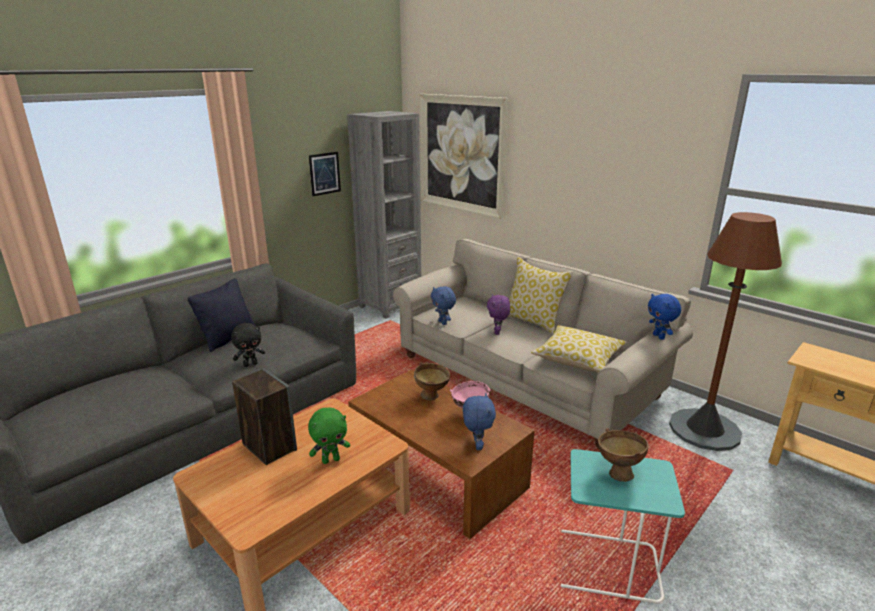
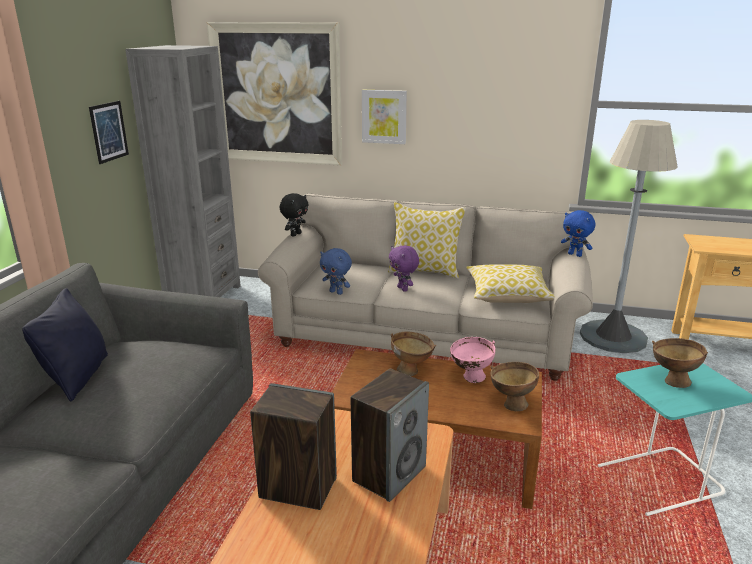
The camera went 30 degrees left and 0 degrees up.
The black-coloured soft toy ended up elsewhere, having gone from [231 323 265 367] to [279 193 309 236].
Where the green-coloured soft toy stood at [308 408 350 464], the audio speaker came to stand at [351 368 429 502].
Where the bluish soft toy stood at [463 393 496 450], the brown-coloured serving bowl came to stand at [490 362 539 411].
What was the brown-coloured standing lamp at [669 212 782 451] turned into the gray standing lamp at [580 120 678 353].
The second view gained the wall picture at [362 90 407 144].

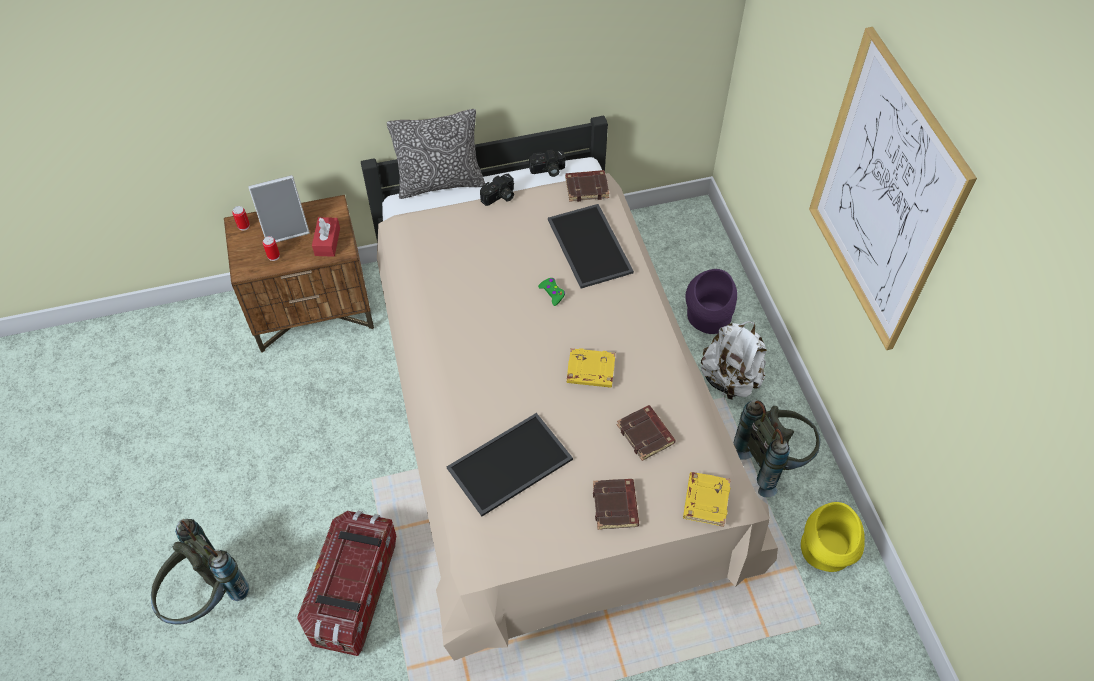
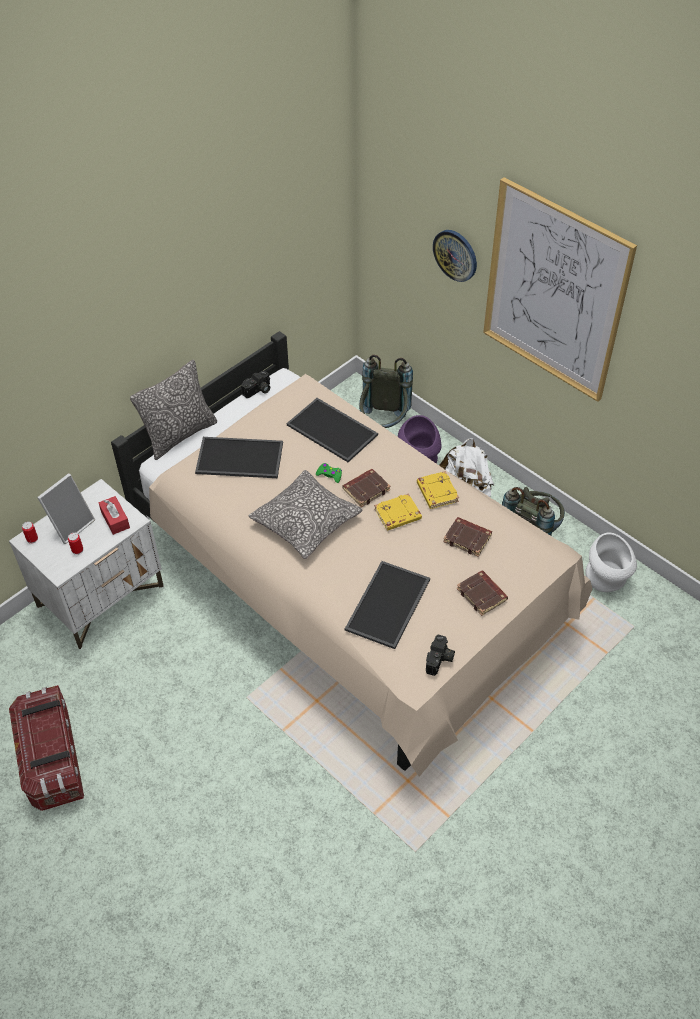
The camera went 30 degrees left and 5 degrees down.
The gray rucksack ended up elsewhere, having gone from [151 519 249 624] to [359 355 413 428].
What was the brown-coloured night table at [224 195 374 353] turned into the whitish night table at [9 479 164 649].
The storage box ended up elsewhere, having gone from [297 511 396 656] to [9 685 84 811].
The still camera ended up elsewhere, having gone from [480 174 514 206] to [426 635 455 676].
The brown-coloured book ended up elsewhere, having gone from [565 170 610 202] to [342 469 391 507].
The yellow-coloured book ended up elsewhere, having gone from [683 472 731 527] to [417 471 459 509].
What was the yellow-coloured decorative vase at [801 502 865 572] turned into the whitish decorative vase at [585 533 637 592].
The second view gained the serving tray at [195 437 283 478].
The second view gained the pillow at [248 470 363 559].
The second view gained the hanging clock at [433 230 477 282].

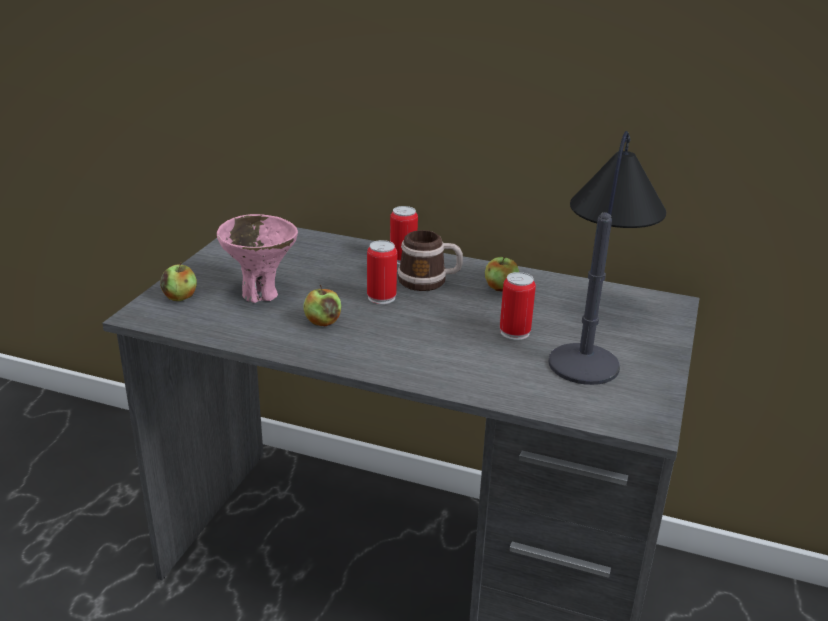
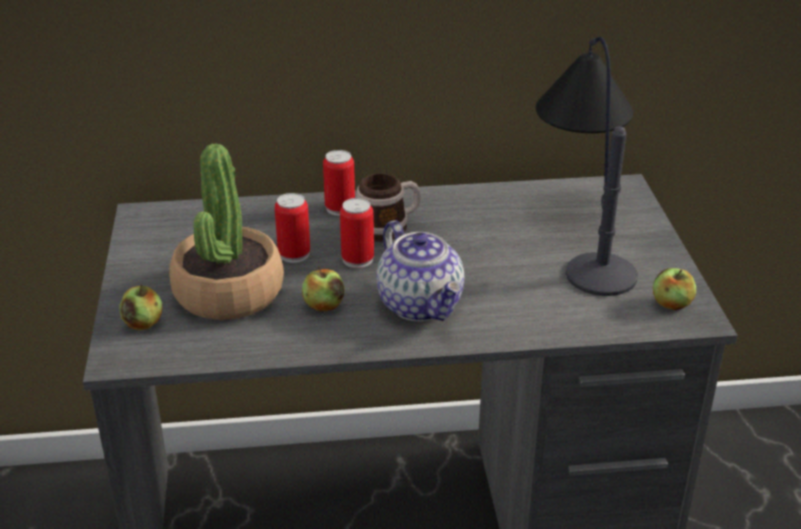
The camera went 25 degrees left and 5 degrees up.
Where the pinkish serving bowl stood at [217 214 298 303], the potted plant came to stand at [169 143 284 320].
The apple fruit ended up elsewhere, having gone from [485 256 519 291] to [653 268 696 310].
The sealed can ended up elsewhere, having gone from [500 272 536 340] to [275 193 310 263].
The second view gained the pot for tea at [377 220 464 322].

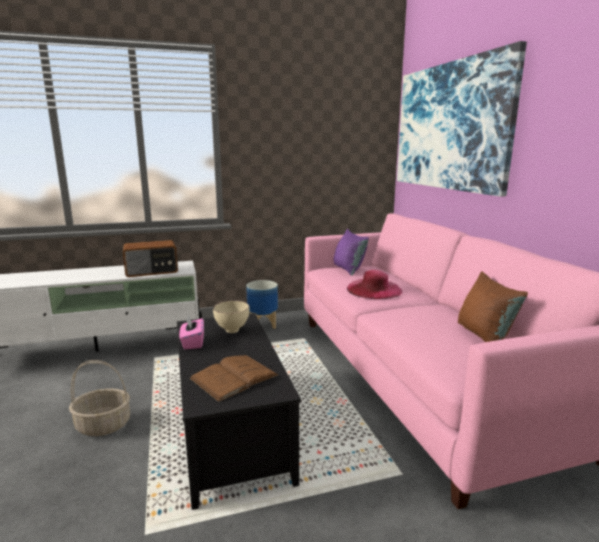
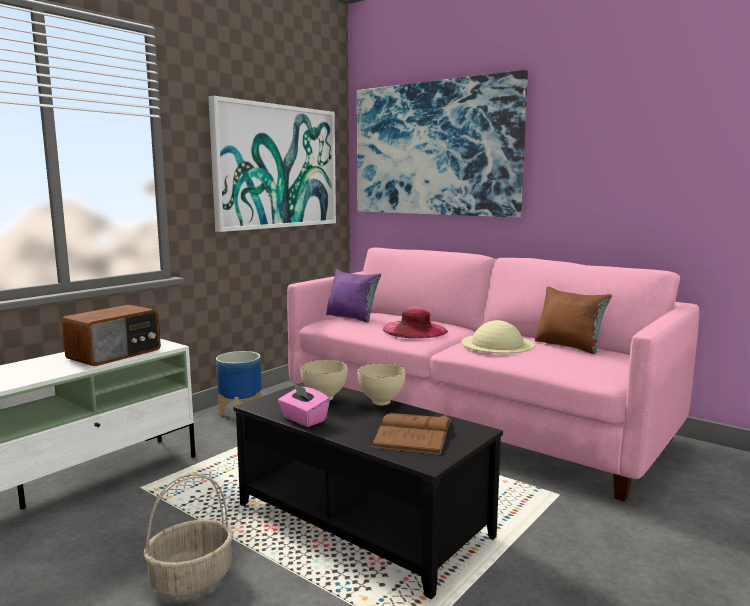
The camera went 35 degrees left and 5 degrees down.
The second view gained the wall picture at [208 96 336 232].
The second view gained the beige-coloured serving bowl at [358 363 406 406].
The second view gained the beige-coloured hat at [461 320 534 354].

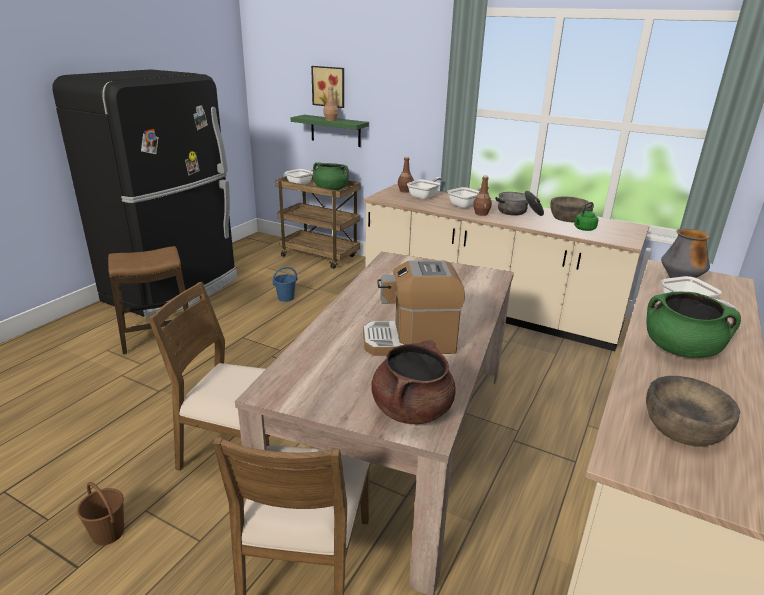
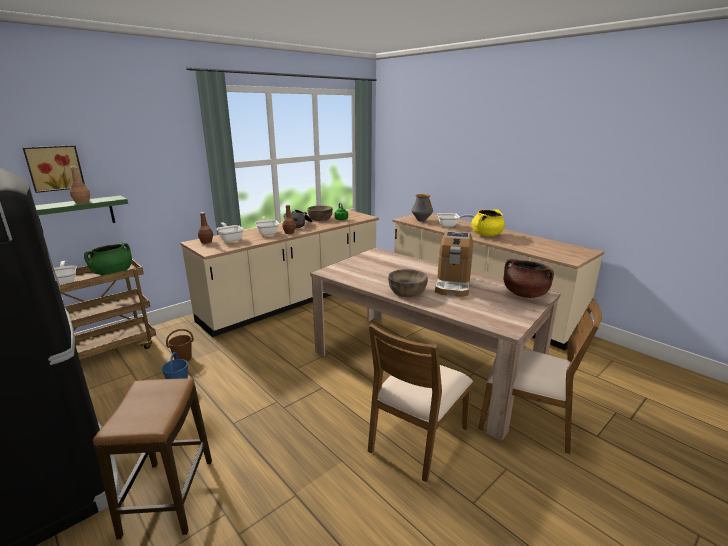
The camera went 70 degrees left and 5 degrees down.
The brown-coloured bucket ended up elsewhere, having gone from [77 482 124 545] to [166 329 194 361].
The brown-coloured serving bowl ended up elsewhere, having gone from [646 376 740 446] to [388 269 428 297].
What was the green-coloured cooking pot at [647 292 741 358] turned into the yellow-coloured cooking pot at [472 209 505 236].

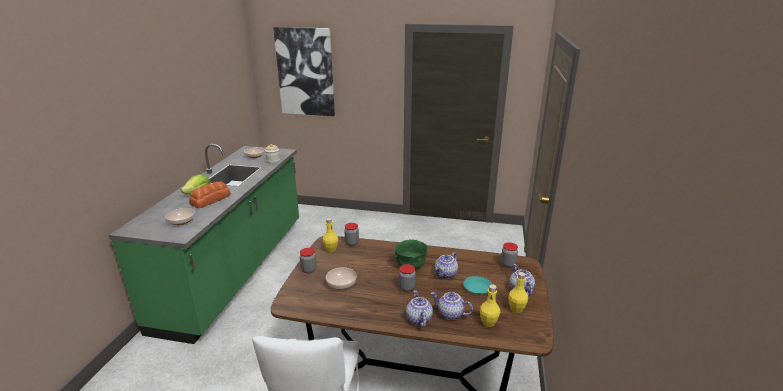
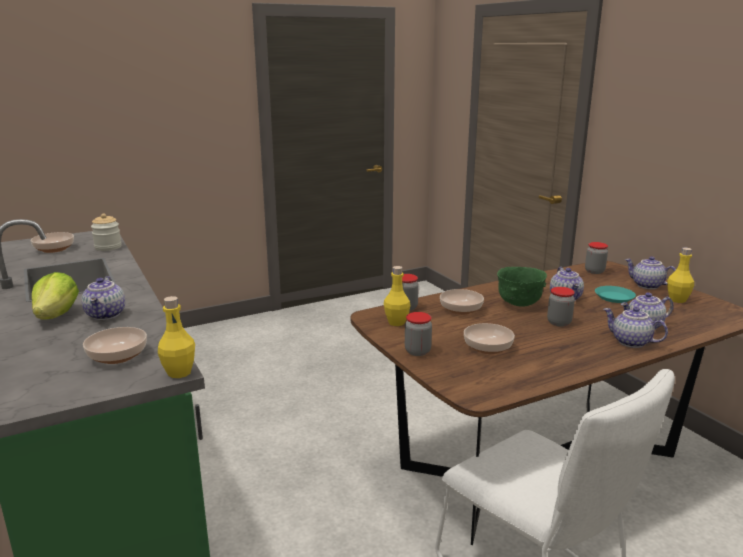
The camera went 40 degrees left and 5 degrees down.
Where the baked bread stood at [189 181 231 208], the pot for tea came to stand at [81 276 125 320].
The second view lost the wall picture at [273 27 335 116].
The yellow-coloured beverage bottle ended up elsewhere, having gone from [480 284 500 327] to [158 296 195 378].
The second view gained the serving bowl at [440 289 484 315].

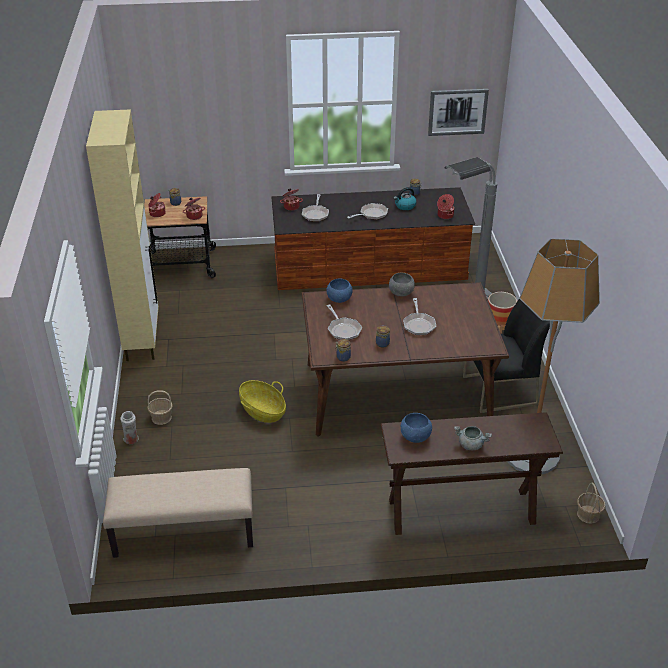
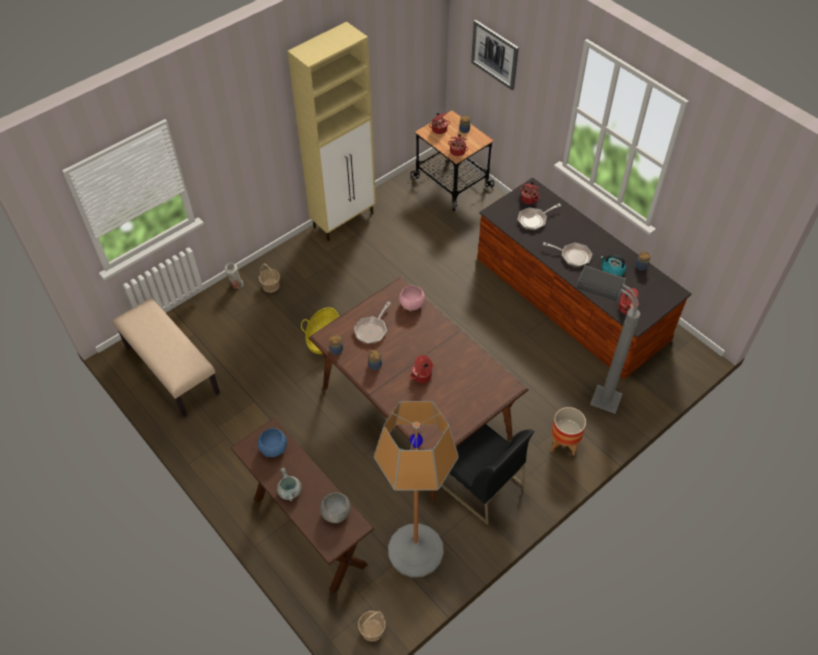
The camera went 55 degrees right and 15 degrees up.
What was the bluish serving bowl at [326 278 353 303] turned into the pinkish serving bowl at [399 286 425 311].
The gray serving bowl ended up elsewhere, having gone from [389 272 415 296] to [320 493 351 523].
Where the skillet stood at [403 298 436 335], the cooking pot came to stand at [410 355 435 383].
The wall picture ended up elsewhere, having gone from [428 89 489 136] to [471 20 519 90].

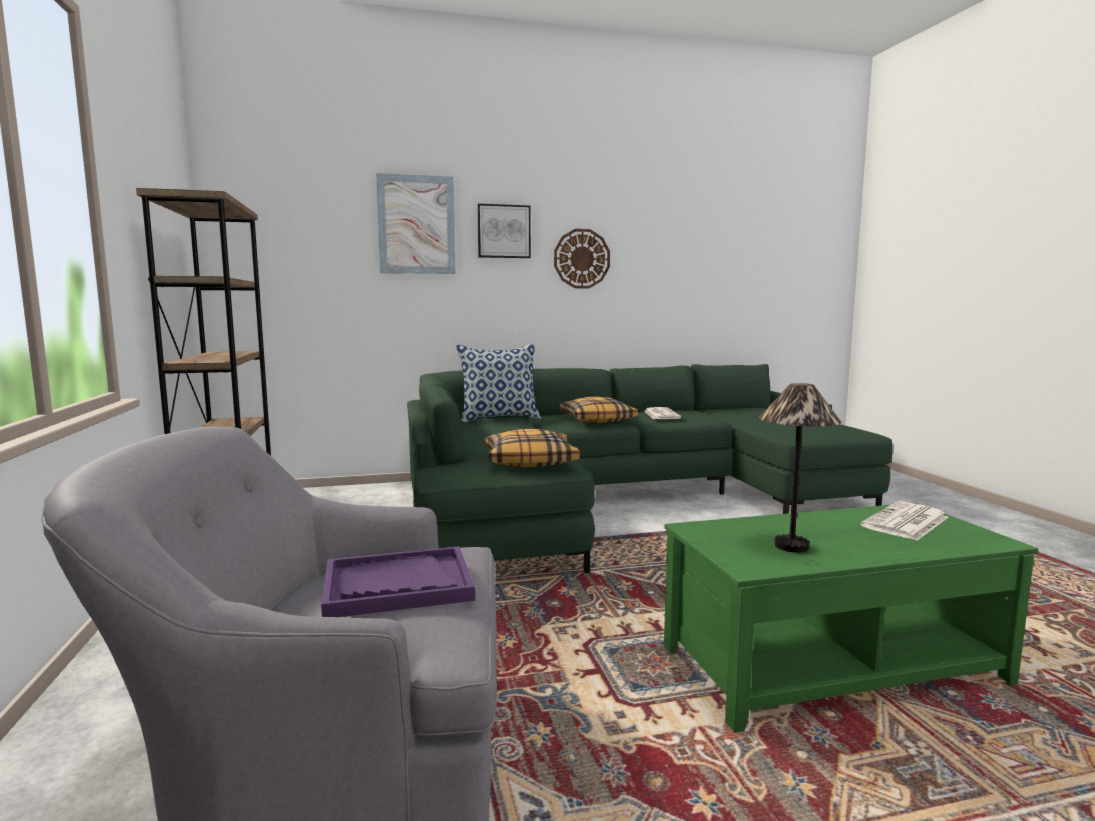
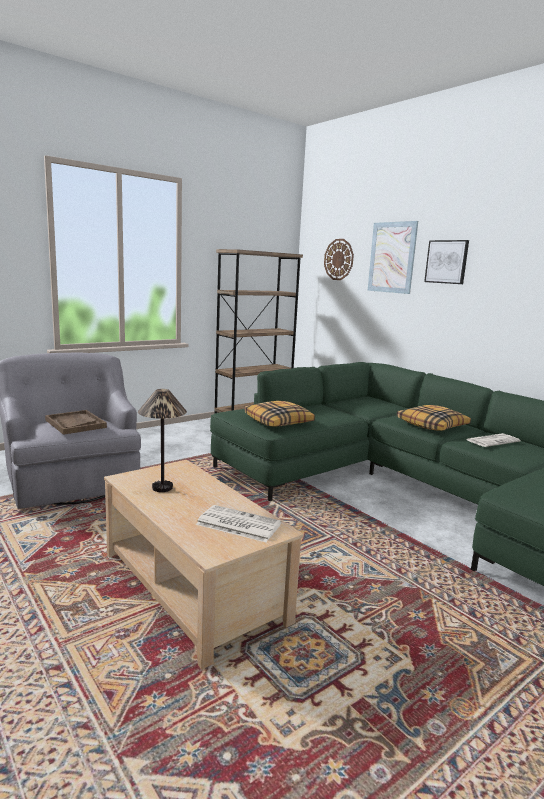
The camera went 65 degrees right and 5 degrees up.
What was the purplish serving tray at [321 546 475 617] turned into the brown-coloured serving tray at [45 410 107 435].
The second view lost the pillow at [456 343 541 423].
The hanging clock ended up elsewhere, having gone from [554 229 610 288] to [324 239 354 280].
What was the green-coloured lounge table at [664 503 1038 733] turned into the beige-coloured lounge table at [104 460 304 669].

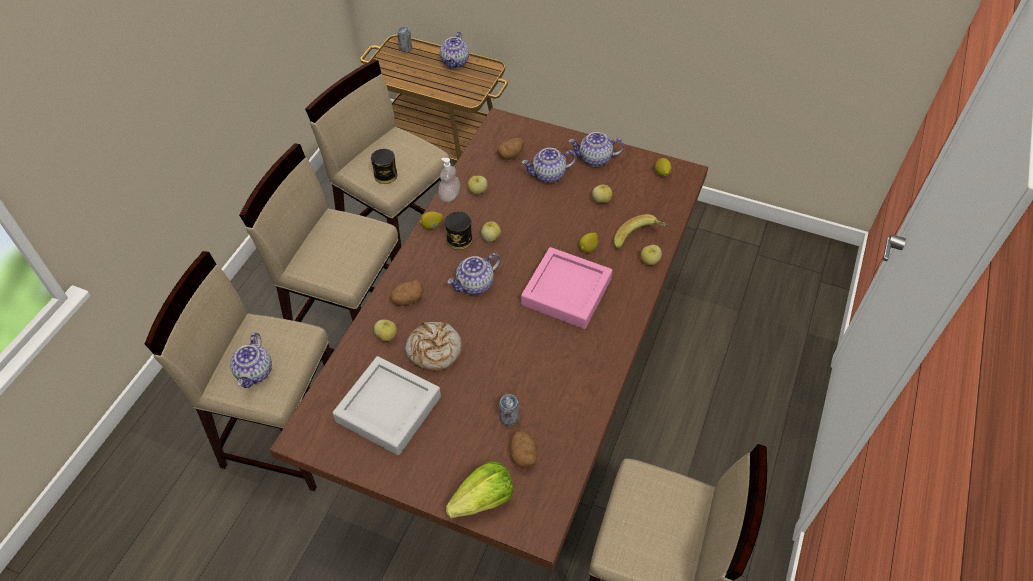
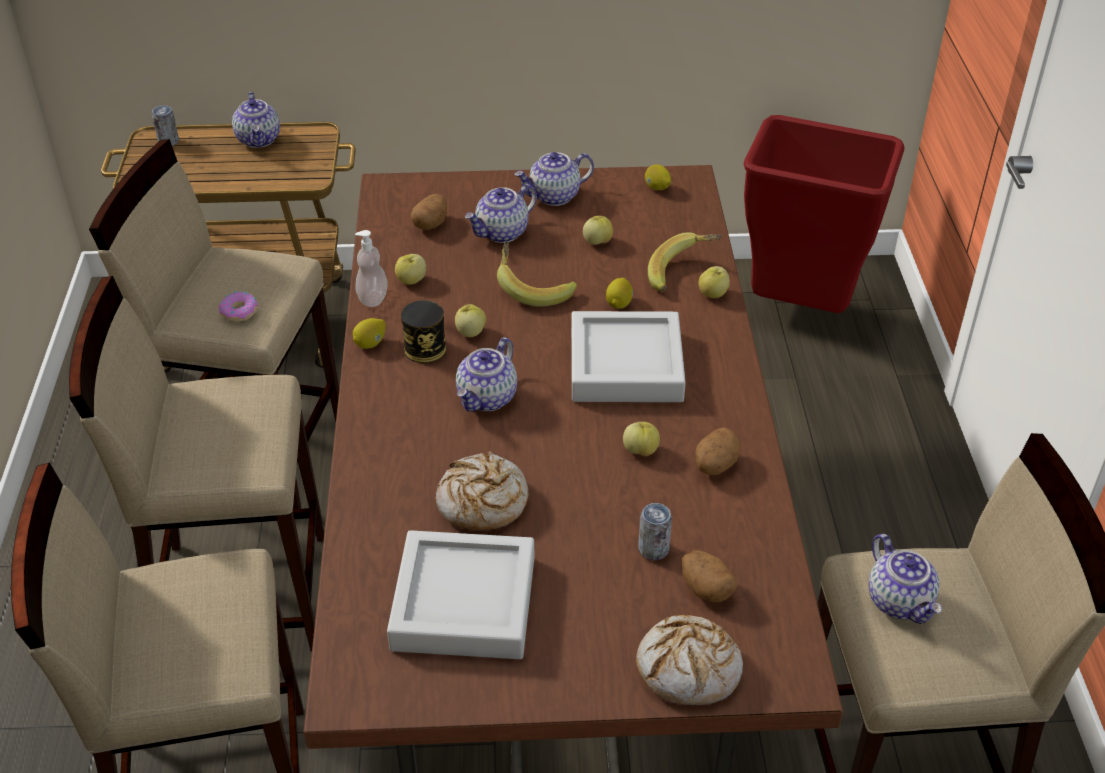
The camera went 25 degrees left and 10 degrees down.
The pot for tea ended up elsewhere, having gone from [230 333 272 388] to [869 534 942 624].
Where the sealed can stood at [371 149 397 184], the doughnut came to stand at [219 291 258 321].
The apple fruit ended up elsewhere, having gone from [374 320 397 342] to [623 422 660 456].
The whole potato ended up elsewhere, having gone from [390 280 423 306] to [695 427 740 476].
Where the lettuce stood at [445 461 514 518], the baked bread came to stand at [636 615 743 705].
What was the pinkish serving tray at [521 247 612 329] turned into the gray serving tray at [571 311 686 402].
The second view gained the banana fruit at [497 241 577 307].
The second view gained the reddish rubbish bin at [744 115 905 313].

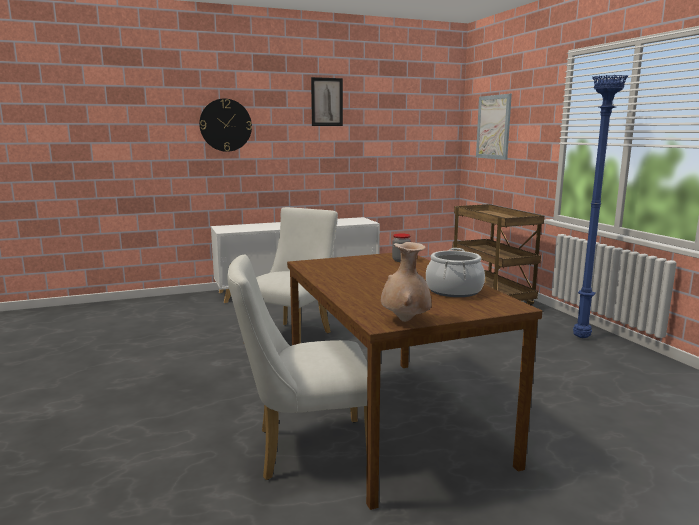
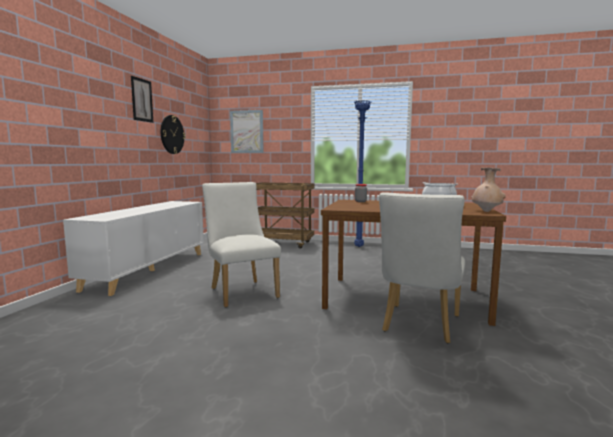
The camera went 55 degrees left and 5 degrees down.
The hanging clock ended up elsewhere, having gone from [199 99 252 152] to [161 115 185 154].

